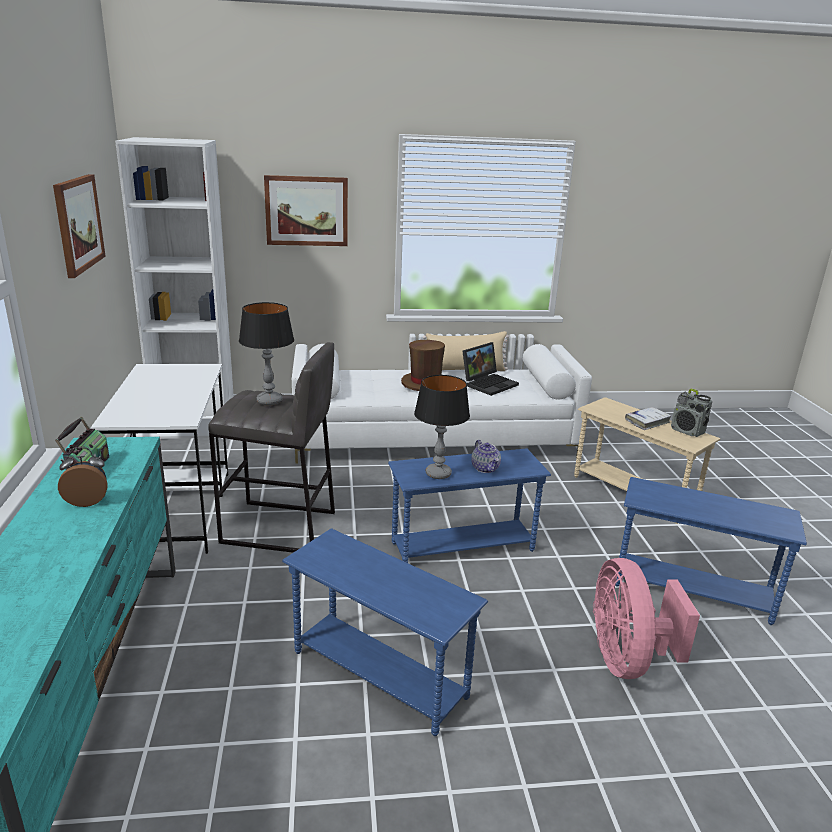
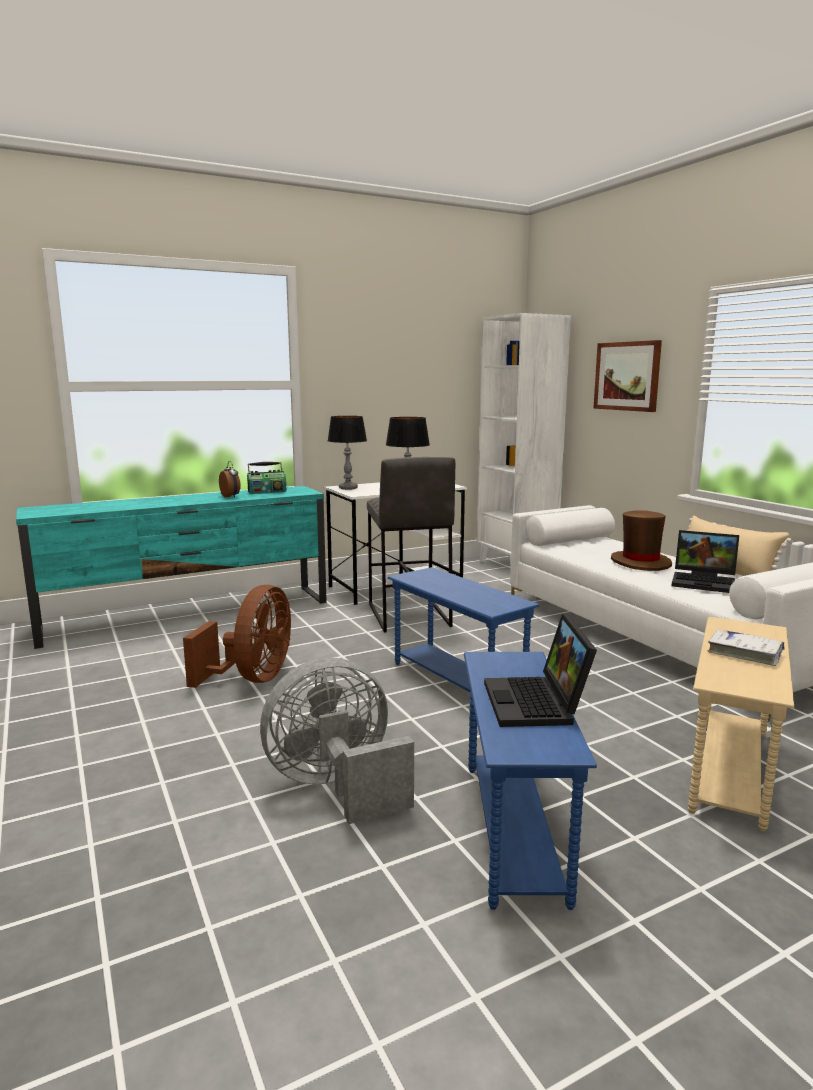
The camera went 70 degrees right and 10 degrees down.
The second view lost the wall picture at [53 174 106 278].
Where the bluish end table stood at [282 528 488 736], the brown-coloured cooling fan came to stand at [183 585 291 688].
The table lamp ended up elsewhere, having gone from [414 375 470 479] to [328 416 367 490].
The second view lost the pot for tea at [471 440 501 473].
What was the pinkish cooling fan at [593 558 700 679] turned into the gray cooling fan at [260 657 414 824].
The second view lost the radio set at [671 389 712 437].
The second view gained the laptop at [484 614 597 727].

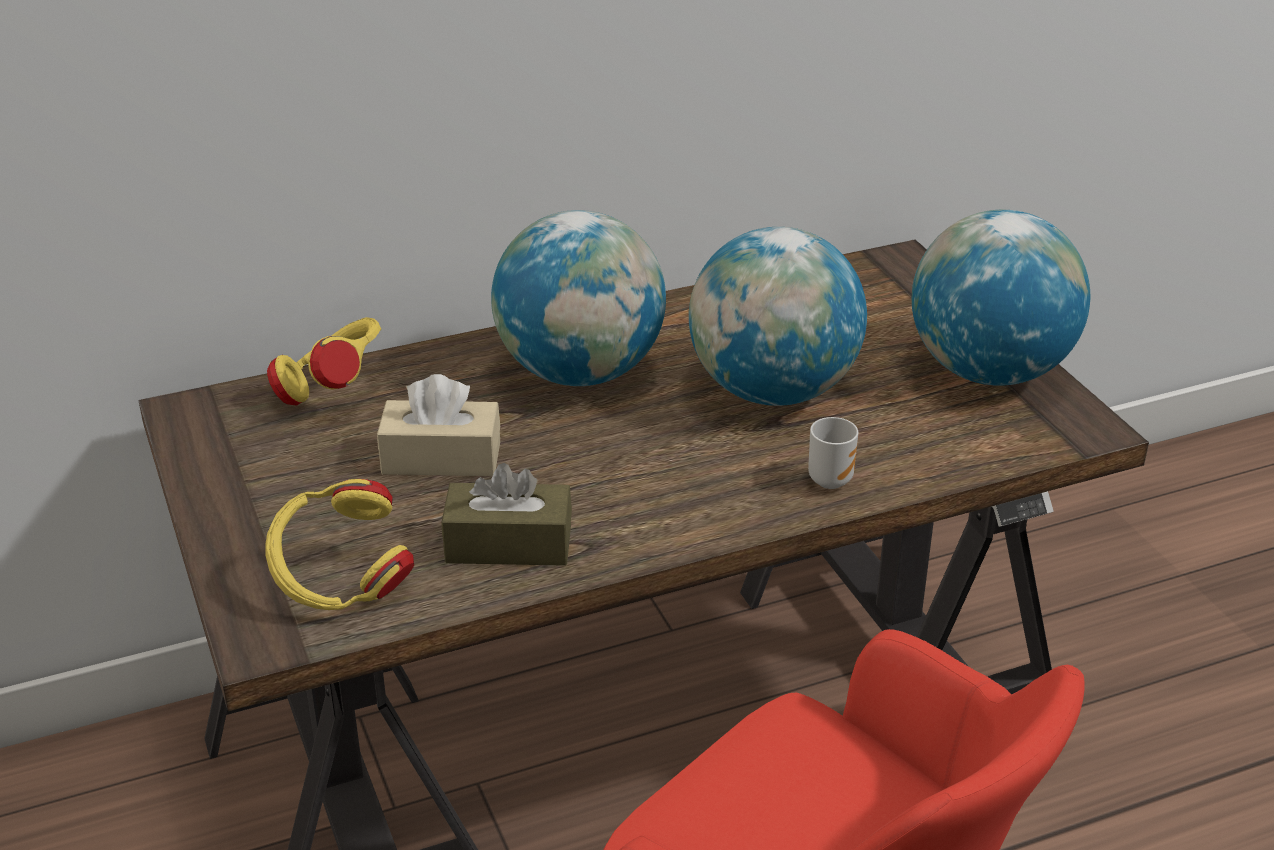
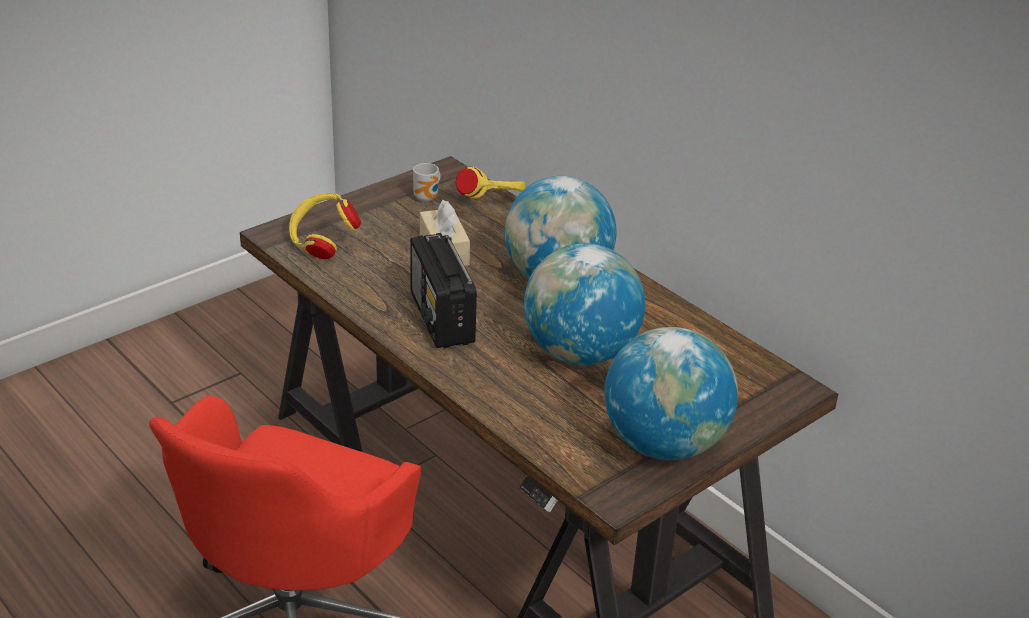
The camera went 70 degrees right and 0 degrees up.
The second view lost the brown-coloured tissue box at [442 463 572 566].
The coffee mug ended up elsewhere, having gone from [808 417 858 489] to [413 163 440 202].
The second view gained the radio set at [410 233 477 348].

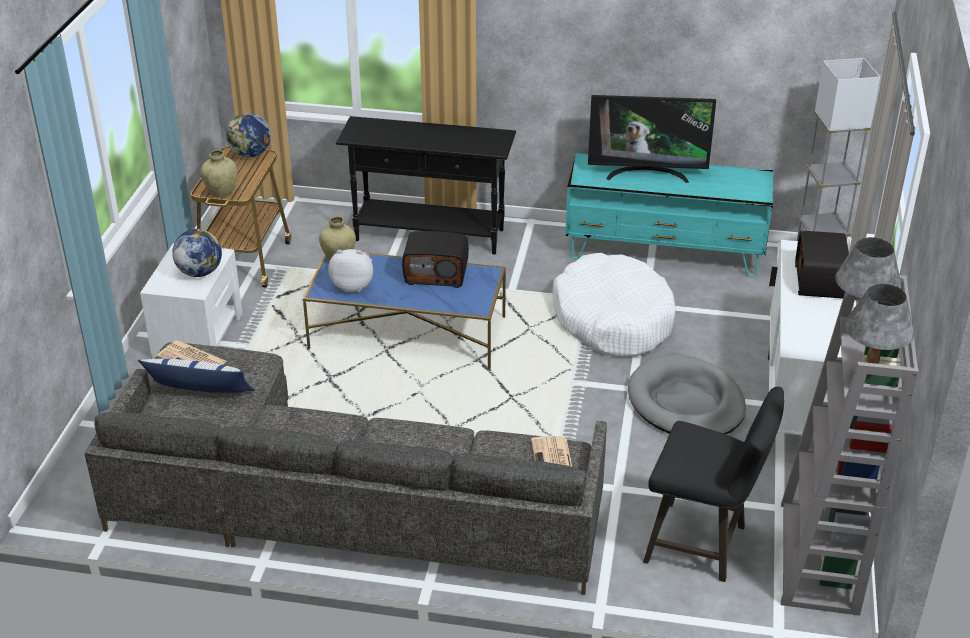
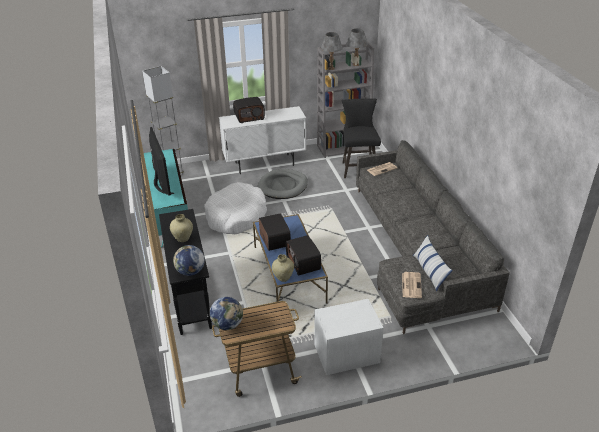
The camera went 115 degrees left and 0 degrees up.
The world globe ended up elsewhere, having gone from [172 229 222 277] to [173 245 205 276].
The beige-coloured decorative vase ended up elsewhere, having gone from [201 150 238 197] to [170 214 193 242].
Where the soft toy stood at [328 249 373 292], the radio set came to stand at [286 235 321 276].

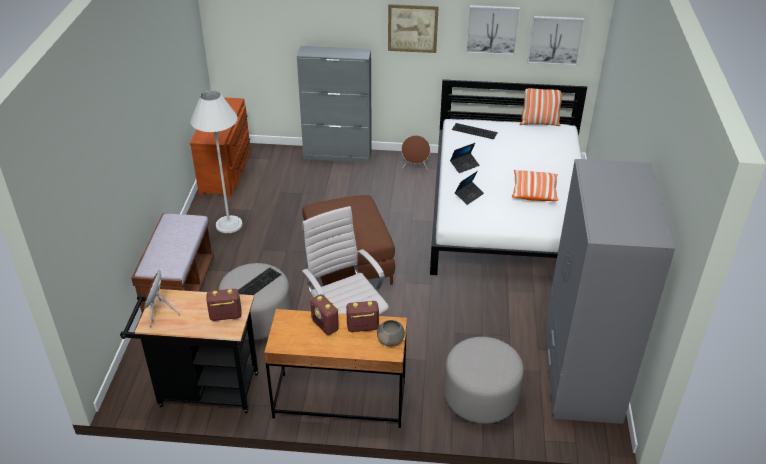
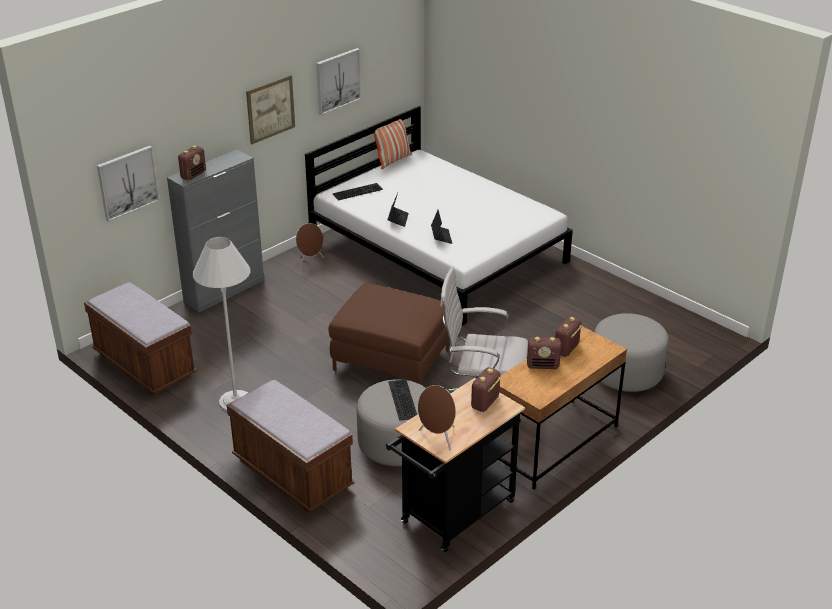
The camera went 50 degrees left and 5 degrees down.
Where the brown-coloured dresser stood at [190 98 251 197], the brown-coloured indoor bench came to stand at [84 282 197 396].
The second view lost the gray serving bowl at [377 320 405 346].
The second view lost the pillow at [512 170 559 201].
The wall picture ended up elsewhere, having gone from [527 16 585 66] to [97 146 160 222].
The second view lost the gray armoire at [545 159 675 424].
The second view gained the radio set at [178 146 206 180].

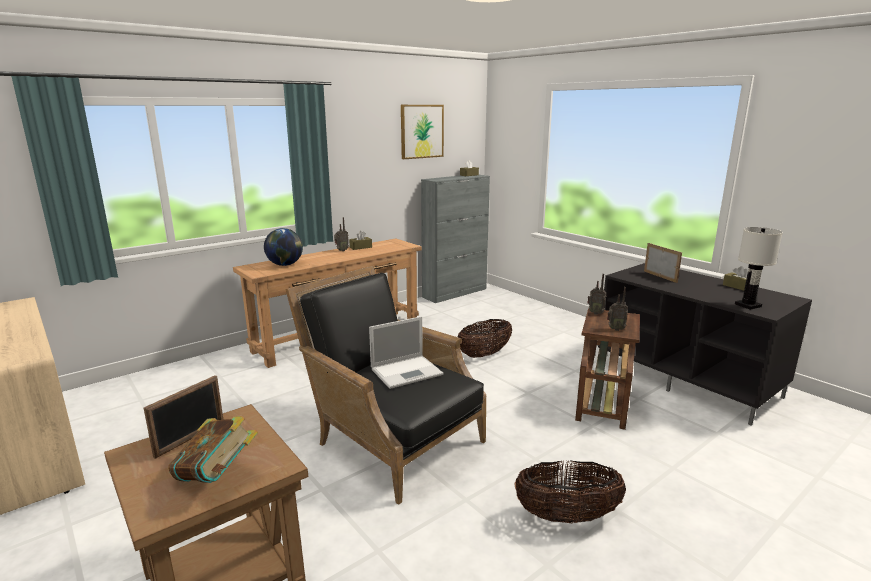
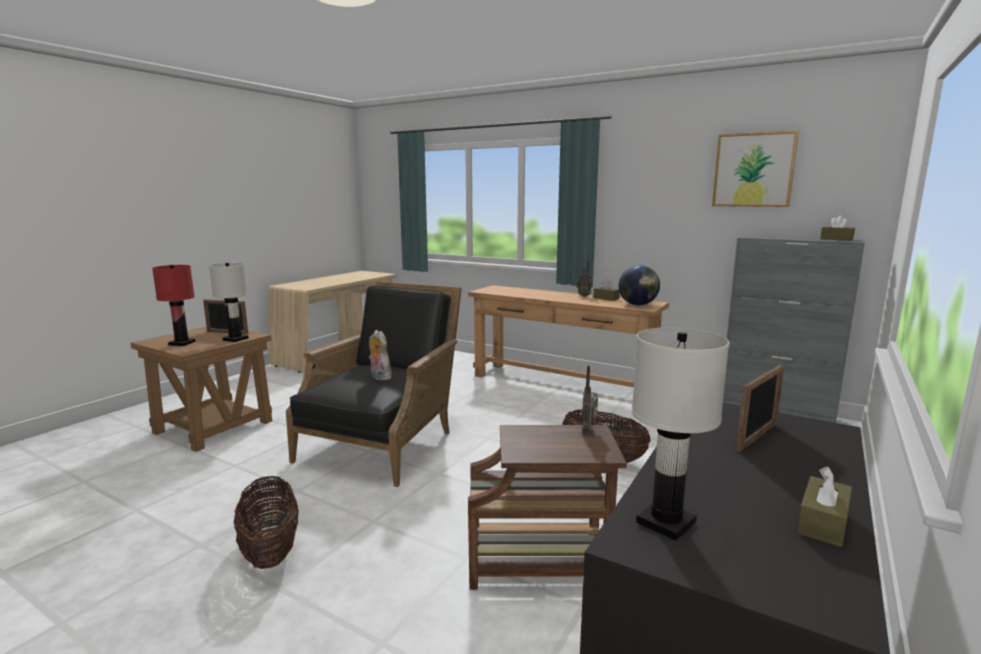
The camera went 70 degrees right and 5 degrees down.
Where the book stood at [168 416 258 483], the reddish table lamp came to stand at [152 265 196 346].
The world globe ended up elsewhere, having gone from [264 228 303 266] to [619 265 660 305].
Where the laptop stood at [369 316 443 389], the soft toy came to stand at [369 330 392 381].
The second view lost the radio set at [607 287 628 331].
The second view gained the whitish table lamp at [209 263 248 342].

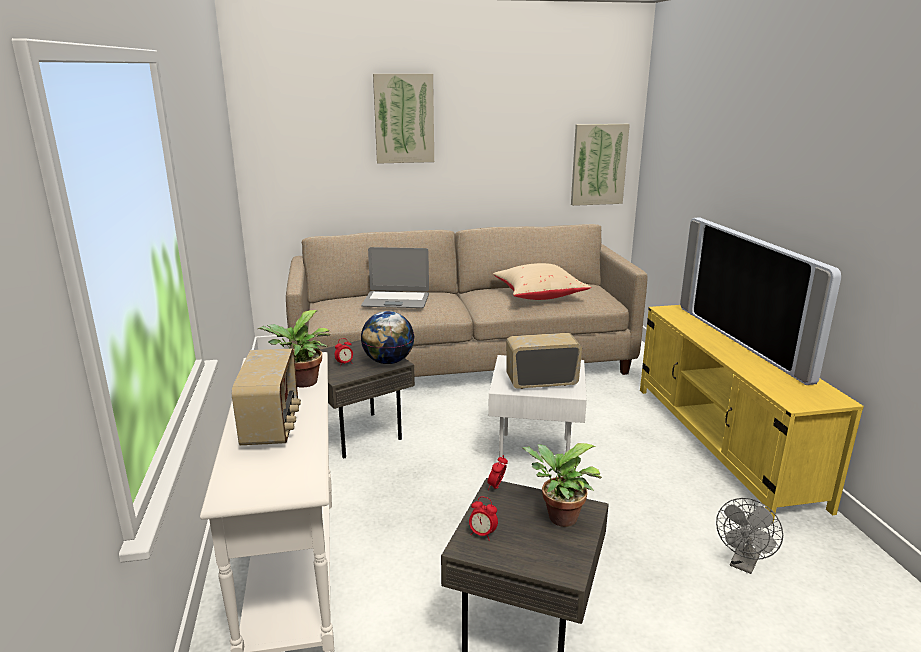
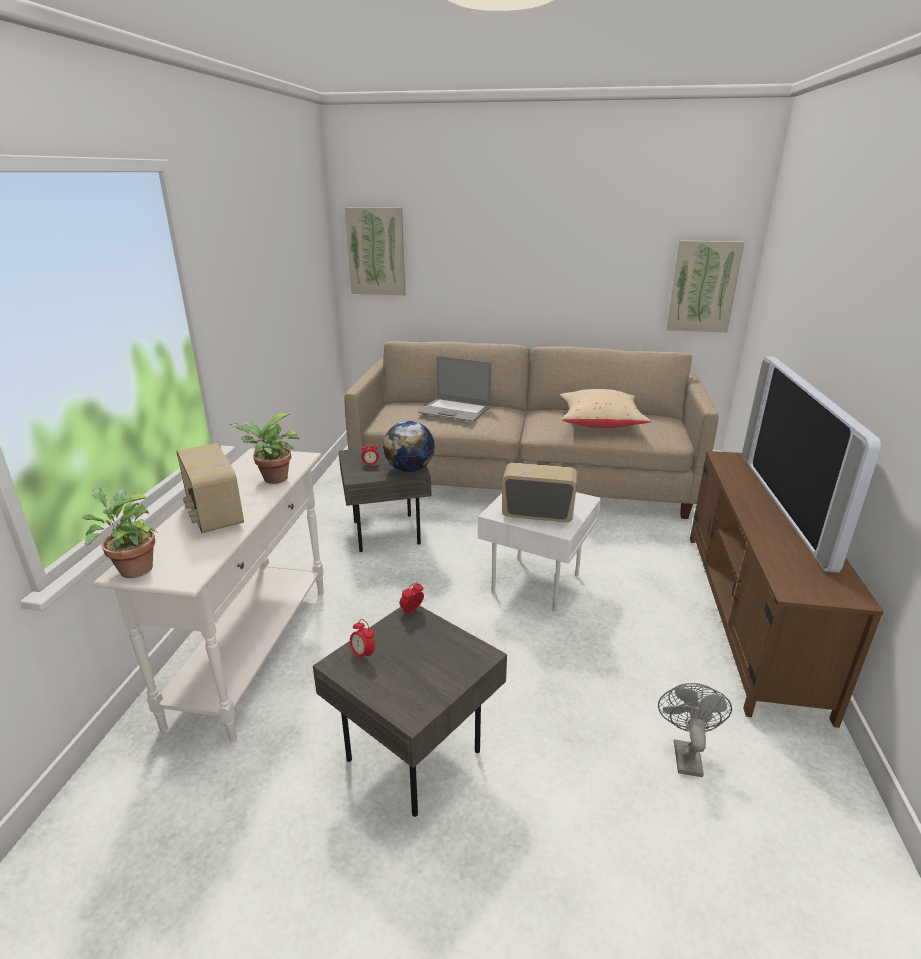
The camera went 20 degrees right and 5 degrees up.
The radio set at [232 349 301 445] ended up facing another way, 135 degrees clockwise from before.
The wall picture ended up elsewhere, having gone from [373 74 434 164] to [345 207 405 295].
The potted plant ended up elsewhere, having gone from [522 443 602 527] to [82 488 158 578].
What was the yellow-coloured media console at [640 305 864 523] turned into the brown-coloured media console at [690 451 883 728].
The gray cooling fan at [716 498 783 574] ended up facing another way, 135 degrees clockwise from before.

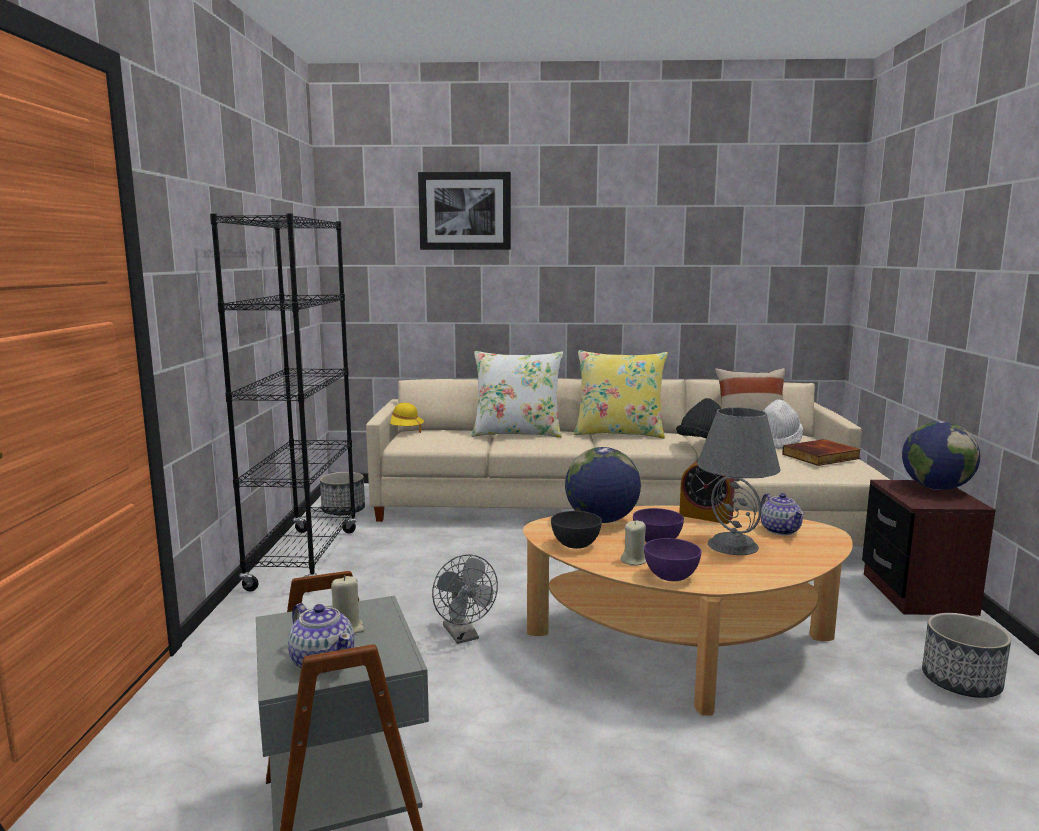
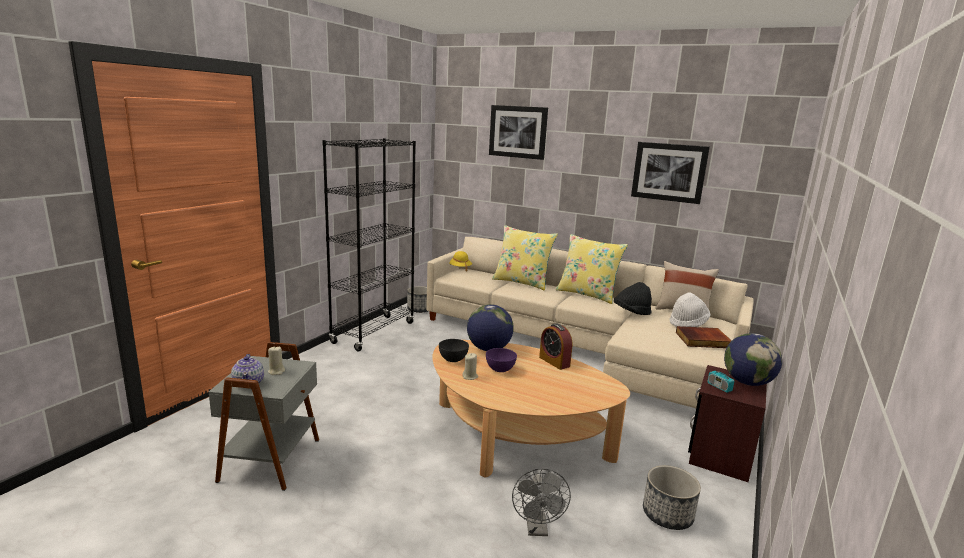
The camera went 25 degrees right and 5 degrees up.
The gray cooling fan ended up elsewhere, having gone from [432 554 498 644] to [512 469 571 536].
What was the whitish pillow at [471 351 563 438] turned into the yellow-coloured pillow at [492 225 558 291].
The second view lost the purplish serving bowl at [644 538 701 581].
The second view lost the gray table lamp at [697 407 781 555].
The second view lost the pot for tea at [761 493 804 535].
The second view gained the wall picture at [631 142 710 204].
The second view gained the radio set at [707 363 734 393].

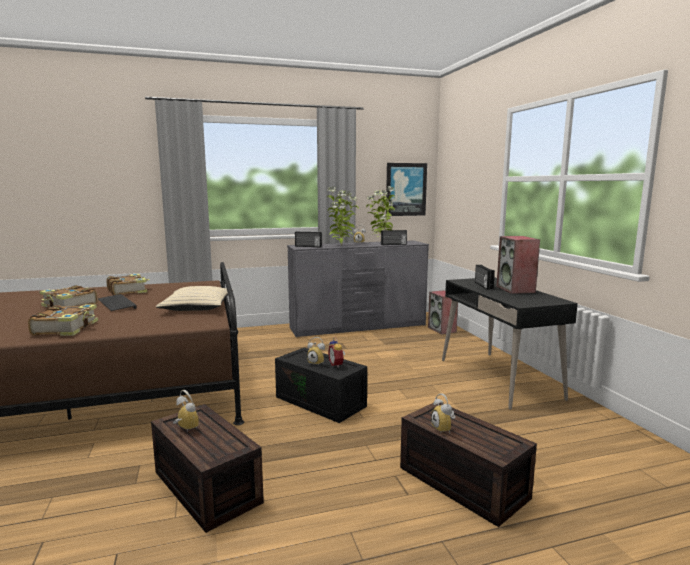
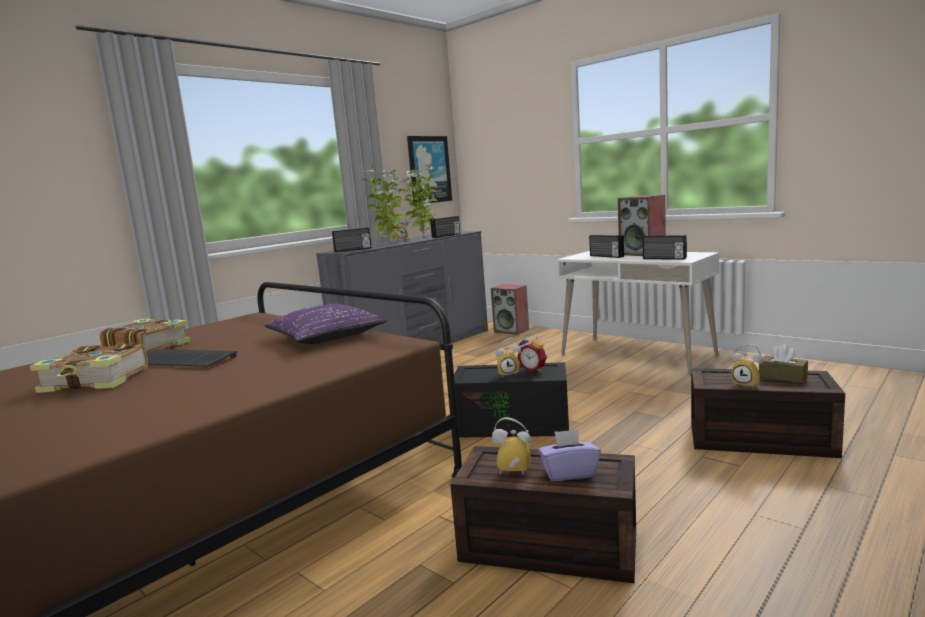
The camera went 30 degrees left and 0 degrees up.
The second view lost the book at [28 304 98 336].
What was the beige-coloured pillow at [156 286 233 311] turned into the purplish pillow at [264 304 388 344].
What was the black-coloured desk unit at [442 277 578 410] turned into the whitish desk unit at [557 251 719 375].
The second view gained the purplish tissue box at [538 429 601 481].
The second view gained the radio set at [643 235 687 259].
The second view gained the brown-coloured tissue box at [759 344 808 383].

